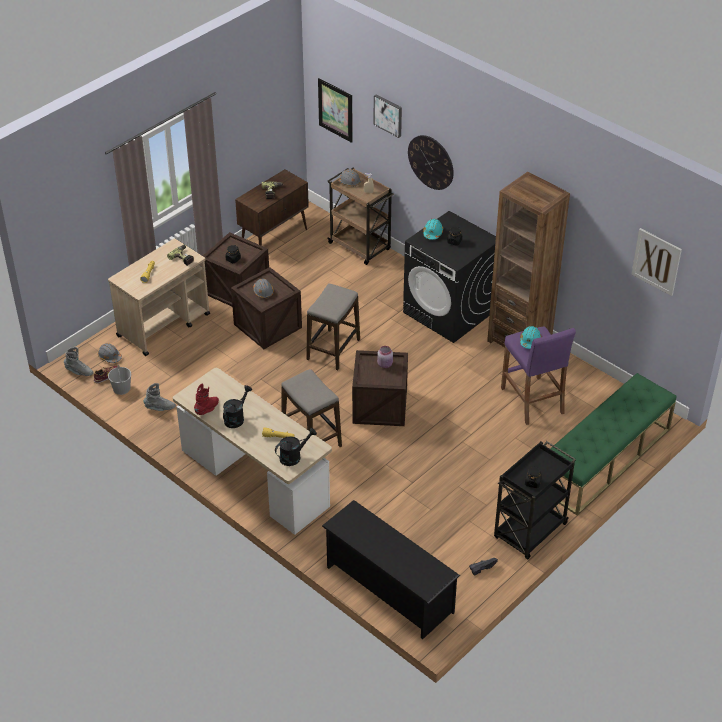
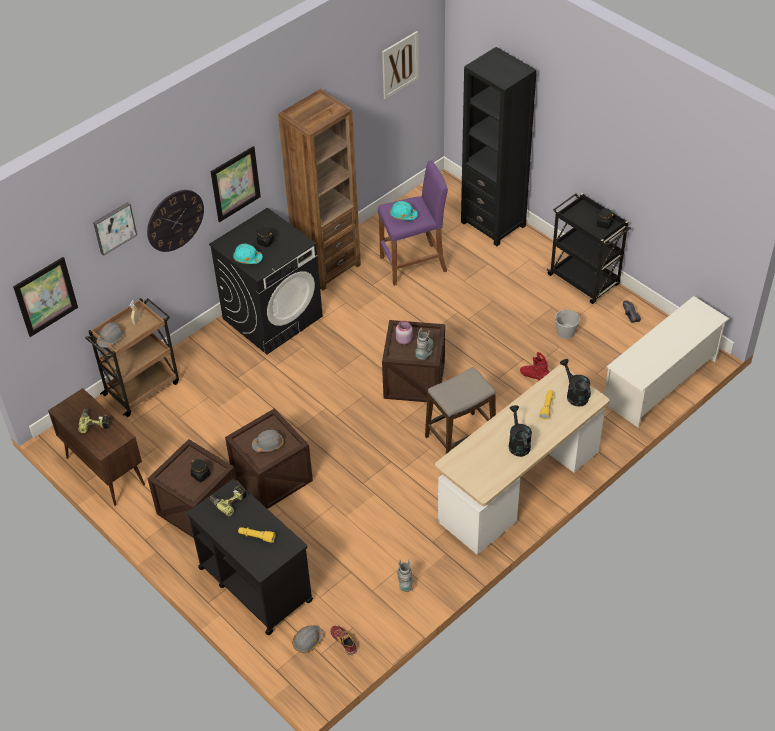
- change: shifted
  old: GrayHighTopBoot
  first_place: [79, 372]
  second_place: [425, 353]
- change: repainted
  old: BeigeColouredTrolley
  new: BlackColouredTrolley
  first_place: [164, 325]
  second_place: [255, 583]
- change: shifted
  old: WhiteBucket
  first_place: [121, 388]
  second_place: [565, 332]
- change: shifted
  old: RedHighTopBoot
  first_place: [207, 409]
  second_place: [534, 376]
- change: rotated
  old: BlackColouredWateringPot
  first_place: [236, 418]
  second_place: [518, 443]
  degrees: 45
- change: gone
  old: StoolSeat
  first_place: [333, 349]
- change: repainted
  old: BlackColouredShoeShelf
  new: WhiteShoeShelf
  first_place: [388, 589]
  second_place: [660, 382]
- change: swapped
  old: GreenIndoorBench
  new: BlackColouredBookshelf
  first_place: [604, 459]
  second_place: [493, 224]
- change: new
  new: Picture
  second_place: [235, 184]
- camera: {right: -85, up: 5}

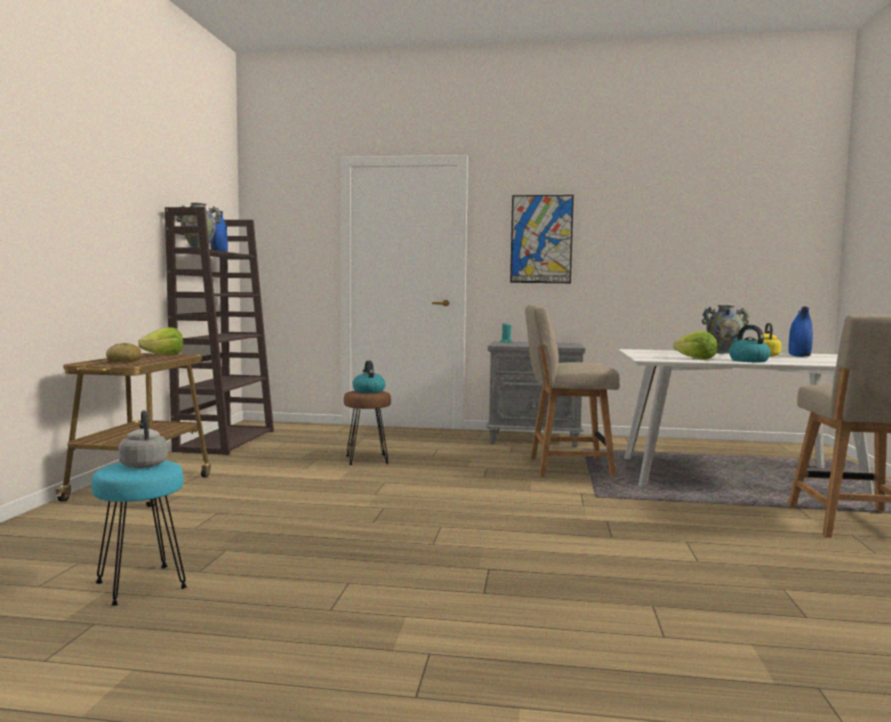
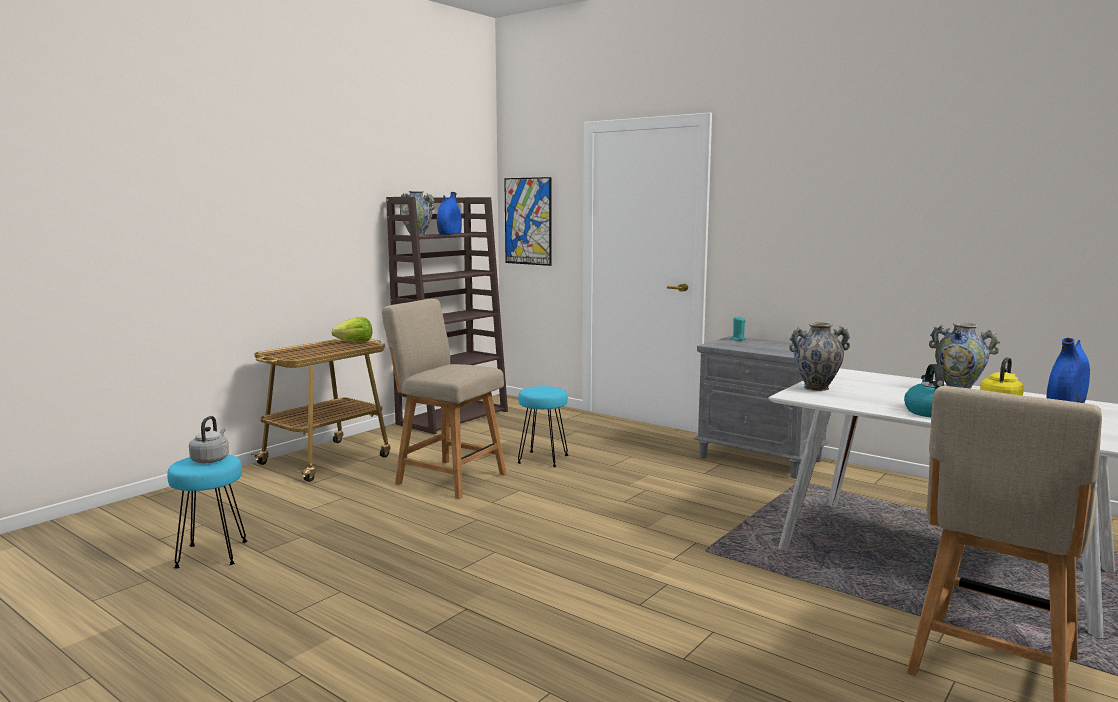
- change: gone
  old: BakeryBread
  first_place: [123, 361]
- change: repainted
  old: BrownColouredStoolSeat
  new: TurquoiseColouredStoolSeat
  first_place: [367, 459]
  second_place: [543, 459]
- change: gone
  old: Kettle
  first_place: [368, 391]
- change: shifted
  old: Picture
  first_place: [541, 239]
  second_place: [528, 221]
- change: shifted
  old: BeigeColouredUprightChair
  first_place: [565, 467]
  second_place: [447, 478]
- change: gone
  old: Lettuce
  first_place: [695, 358]
- change: new
  new: FlowerVase
  second_place: [816, 388]
- camera: {right: 30, up: 5}

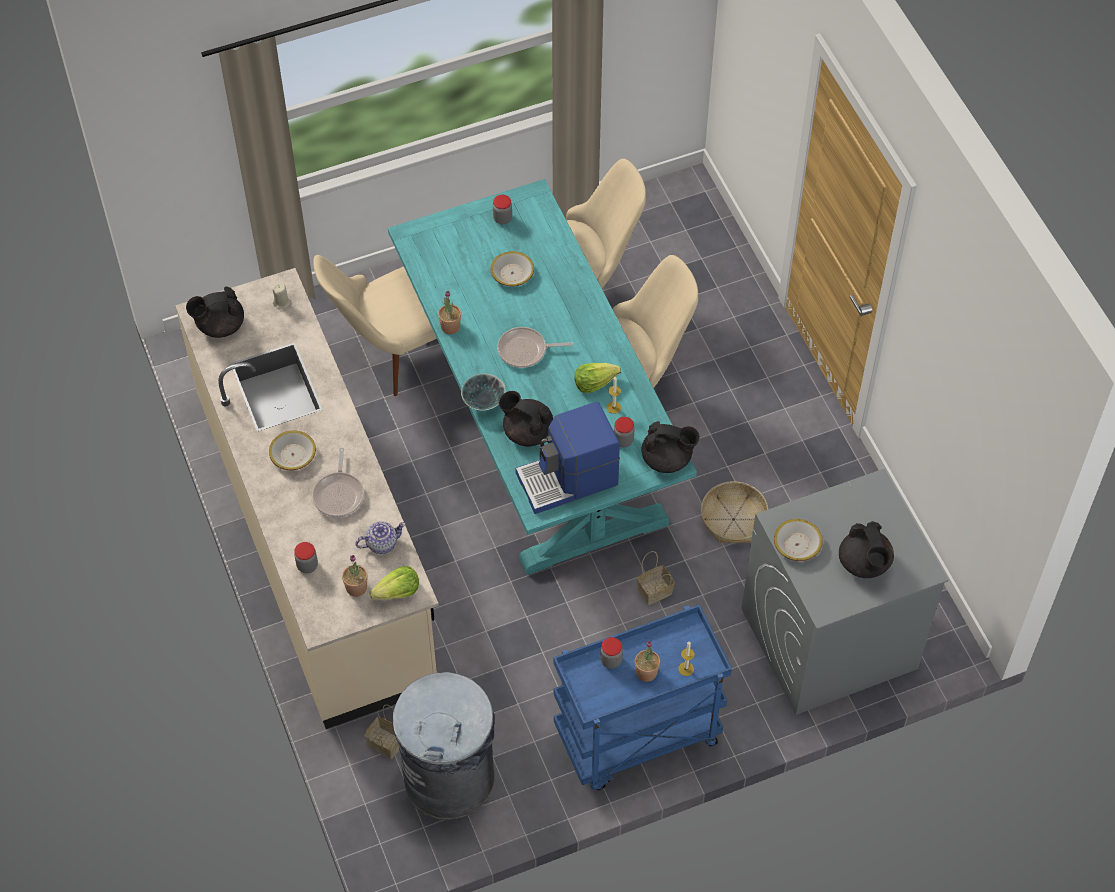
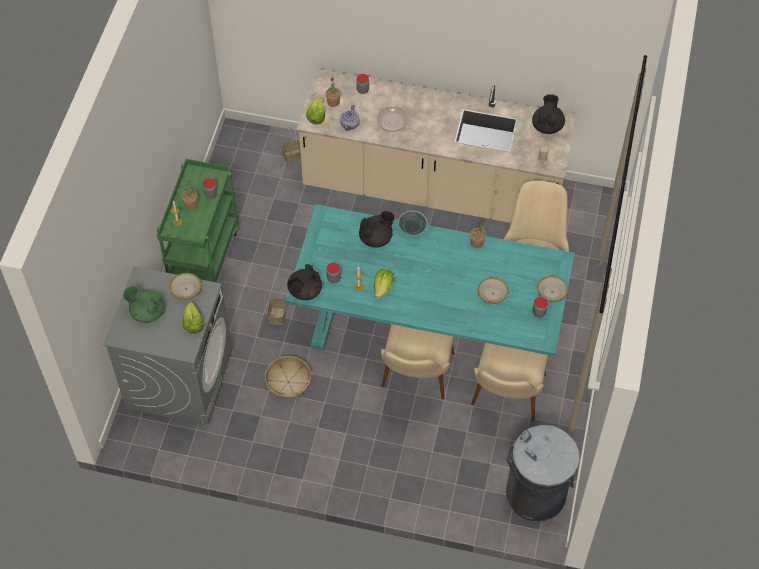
- change: shifted
  old: DeepDish
  first_place: [293, 455]
  second_place: [552, 292]
- change: shifted
  old: GrayTrashCan
  first_place: [450, 778]
  second_place: [536, 494]
- change: gone
  old: Skillet
  first_place: [525, 350]
- change: gone
  old: CoffeeBrewer
  first_place: [568, 480]
- change: repainted
  old: BlueColouredTrolley
  new: GreenTrolley
  first_place: [637, 738]
  second_place: [203, 257]
- change: repainted
  old: BlackColouredPotForTea
  new: GreenPotForTea
  first_place: [864, 563]
  second_place: [147, 312]
- change: new
  new: Lettuce
  second_place: [193, 323]
- camera: {right: 125, up: 0}

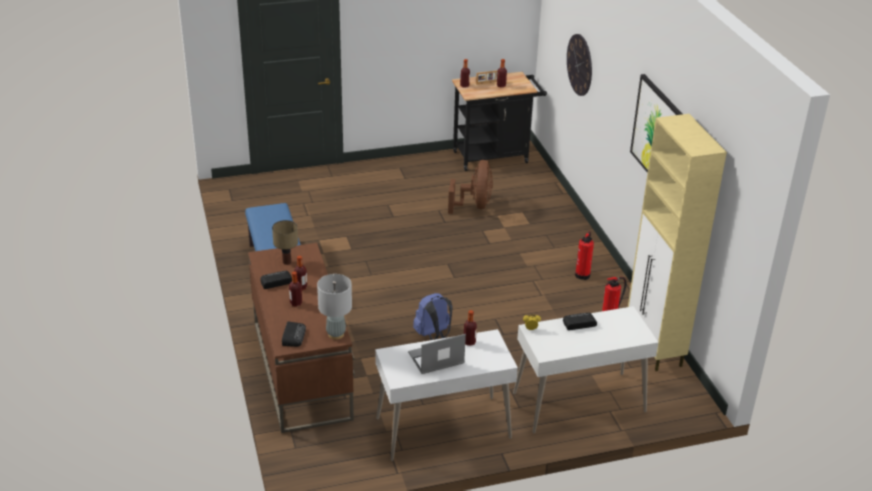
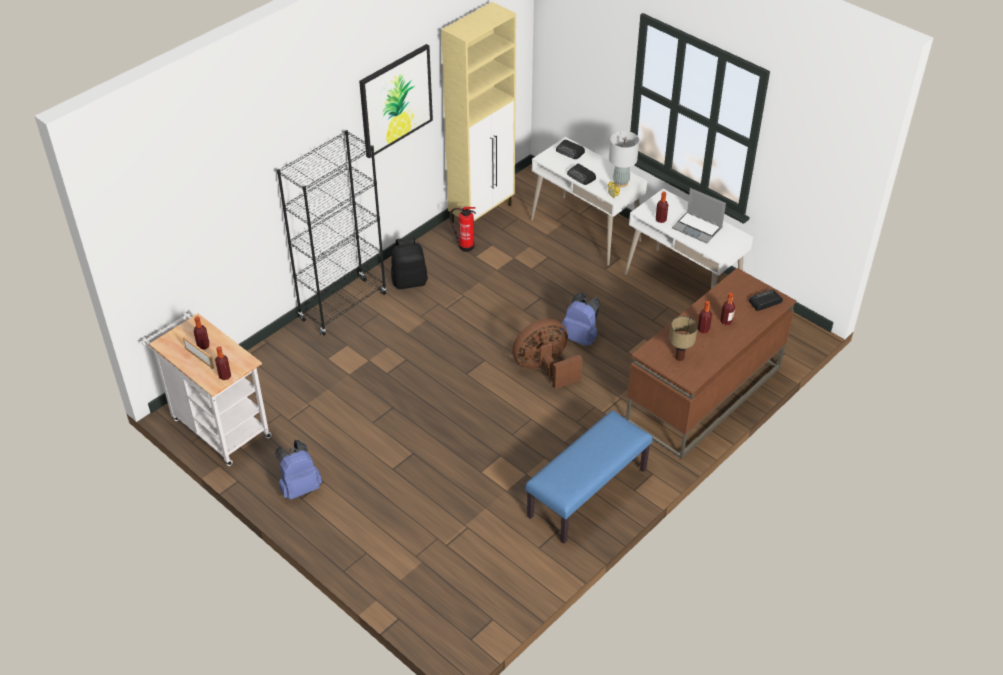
- change: shifted
  old: Radio
  first_place: [276, 282]
  second_place: [570, 152]
- change: shifted
  old: GrayTabletopLamp
  first_place: [336, 334]
  second_place: [620, 183]
- change: shifted
  old: BrownColouredCoolingFan
  first_place: [474, 205]
  second_place: [545, 369]
- change: repainted
  old: BlackColouredTrolley
  new: WhiteTrolley
  first_place: [495, 156]
  second_place: [217, 425]
- change: gone
  old: HangingClock
  first_place: [579, 64]
- change: swapped
  old: FireExtinguisher
  new: BlackColouredBackpack
  first_place: [583, 274]
  second_place: [410, 281]
- change: new
  new: BlueColouredBackpack
  second_place: [299, 487]
- change: new
  new: BlackColouredBookshelf
  second_place: [343, 306]
- camera: {right: -120, up: 10}

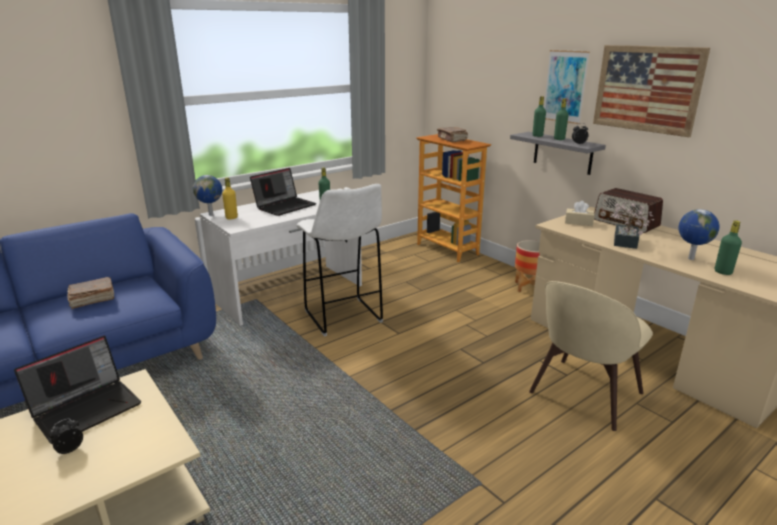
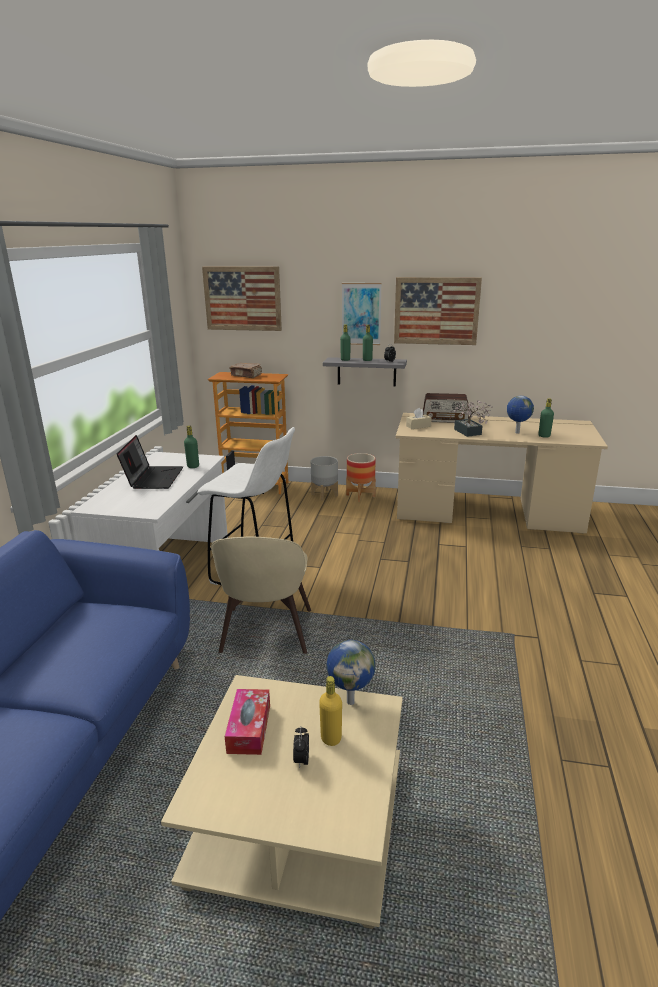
- change: swapped
  old: Laptop
  new: TissueHolder
  first_place: [87, 408]
  second_place: [249, 728]
- change: gone
  old: BrownColouredVolume
  first_place: [92, 300]
- change: shifted
  old: WorldGlobe
  first_place: [211, 214]
  second_place: [351, 701]
- change: shifted
  old: YellowishBottle
  first_place: [231, 217]
  second_place: [331, 738]
- change: shifted
  old: BeigeColouredUprightChair
  first_place: [583, 395]
  second_place: [266, 633]
- change: new
  new: Picture
  second_place: [242, 298]
- change: new
  new: GrayFlowerPot
  second_place: [324, 495]
- camera: {right: -40, up: 0}

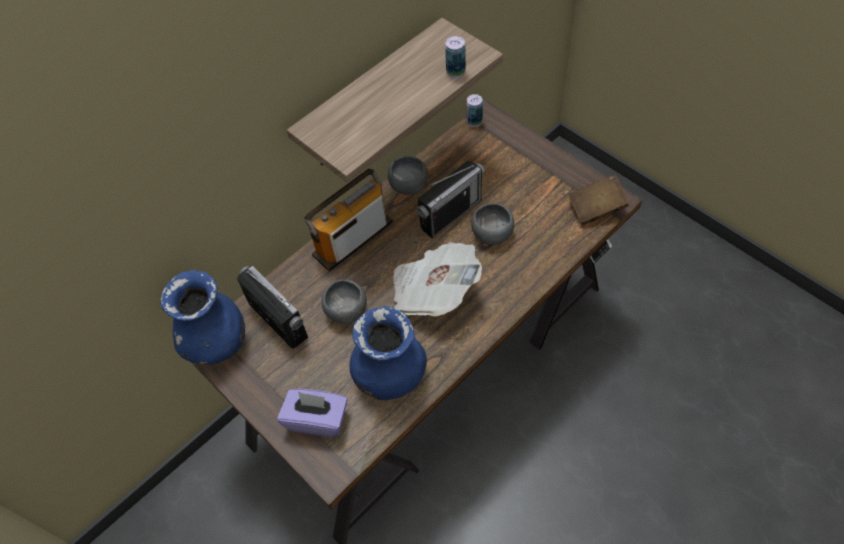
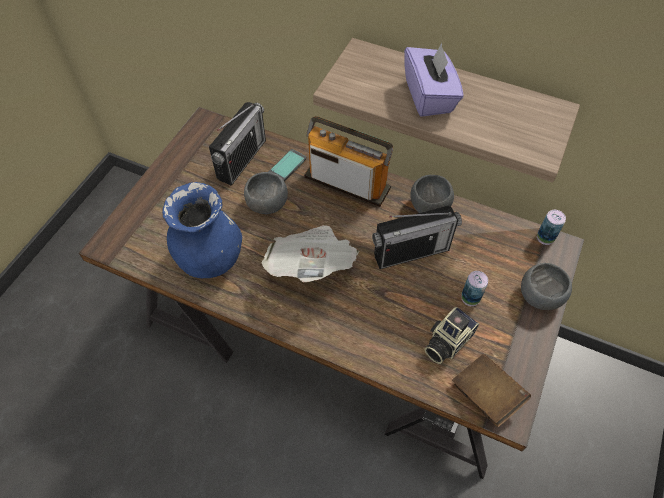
- change: gone
  old: BlueColouredFlowerVase
  first_place: [217, 342]
- change: shifted
  old: PurpleColouredTissueHolder
  first_place: [317, 419]
  second_place: [429, 96]
- change: rotated
  old: Radio
  first_place: [451, 214]
  second_place: [411, 252]
  degrees: -45
- change: shifted
  old: MetalCan
  first_place: [455, 72]
  second_place: [470, 298]
- change: shifted
  old: GrayDeepDish
  first_place: [492, 233]
  second_place: [541, 296]
- change: new
  new: Phone
  second_place: [287, 166]
- change: new
  new: PhotoCamera
  second_place: [446, 341]
- camera: {right: 65, up: 0}

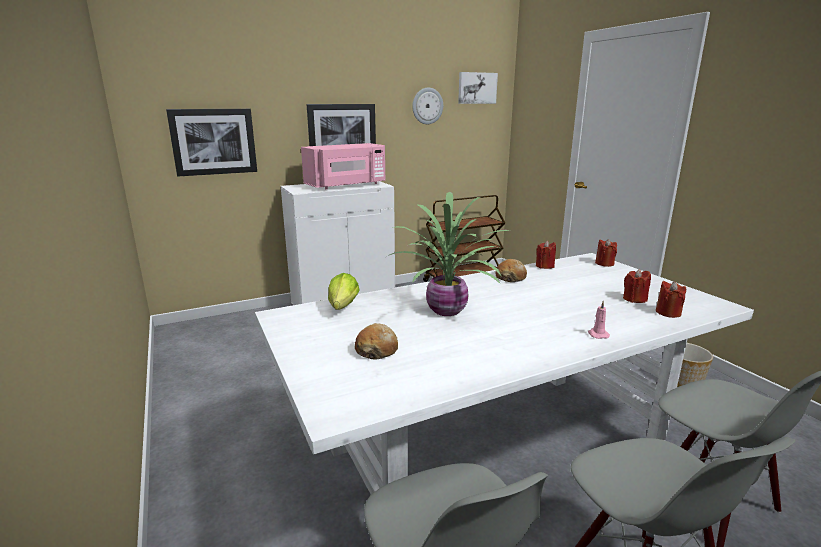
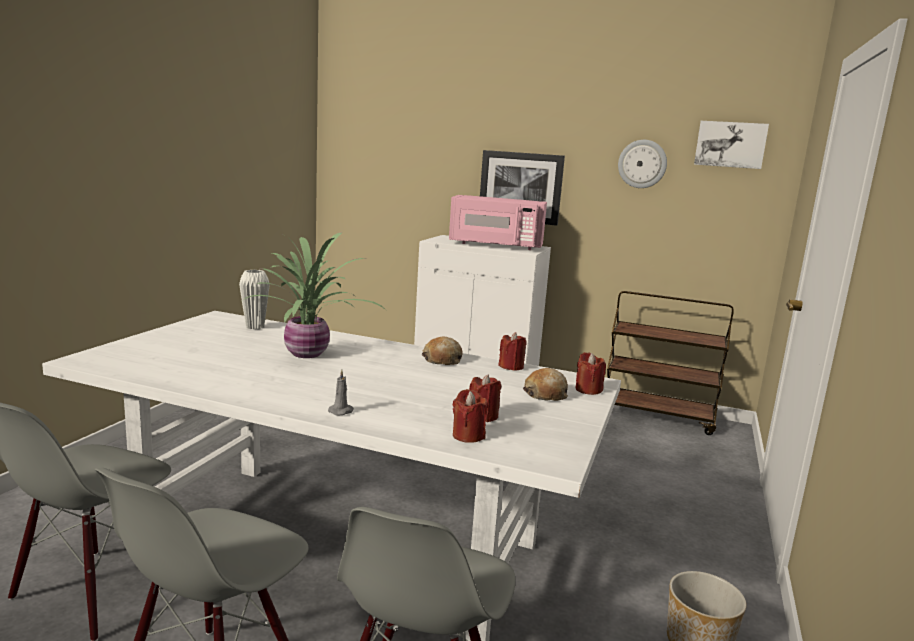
- change: gone
  old: Picture
  first_place: [214, 141]
- change: swapped
  old: Lettuce
  new: WhiteFlowerVase
  first_place: [341, 309]
  second_place: [255, 327]
- change: shifted
  old: BakeryBread
  first_place: [377, 350]
  second_place: [546, 394]
- change: repainted
  old: PinkColouredWaxCandle
  new: GrayWaxCandle
  first_place: [597, 334]
  second_place: [341, 411]
- camera: {right: 45, up: -5}

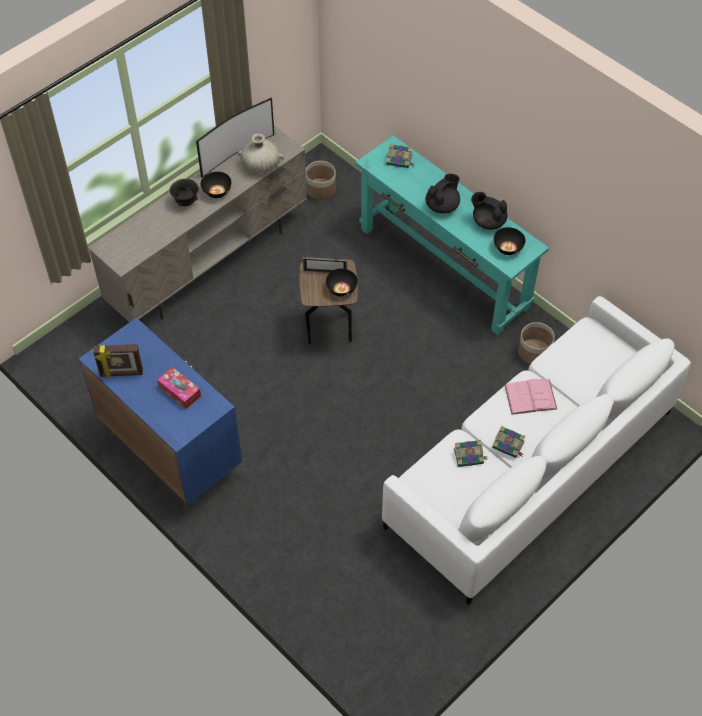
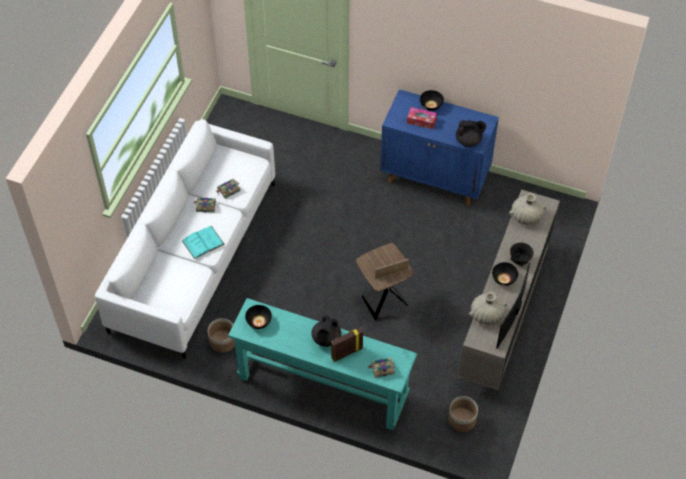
- change: shifted
  old: PictureFrame
  first_place: [121, 373]
  second_place: [346, 352]
- change: shifted
  old: BlackColouredDeepDish
  first_place: [341, 289]
  second_place: [431, 105]
- change: shifted
  old: BlackColouredPotForTea
  first_place: [488, 221]
  second_place: [469, 140]
- change: repainted
  old: PinkColouredVolume
  new: TurquoiseColouredVolume
  first_place: [530, 397]
  second_place: [203, 242]
- change: new
  new: BeigeColouredFlowerVase
  second_place: [526, 216]
- camera: {right: 155, up: 0}

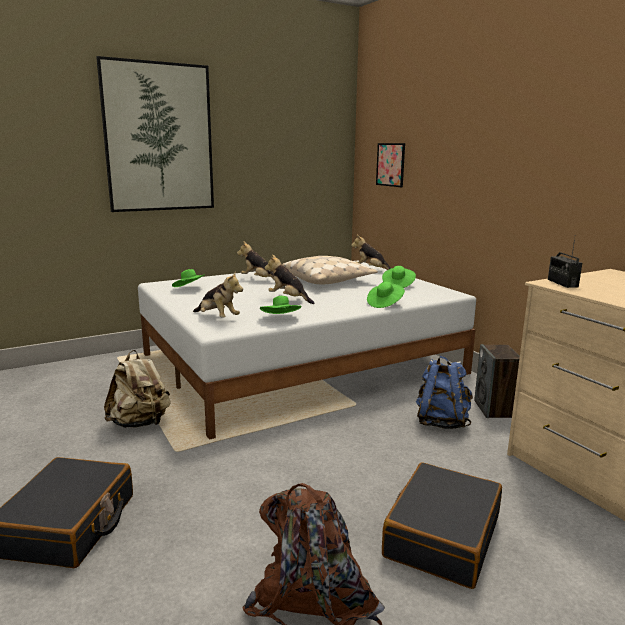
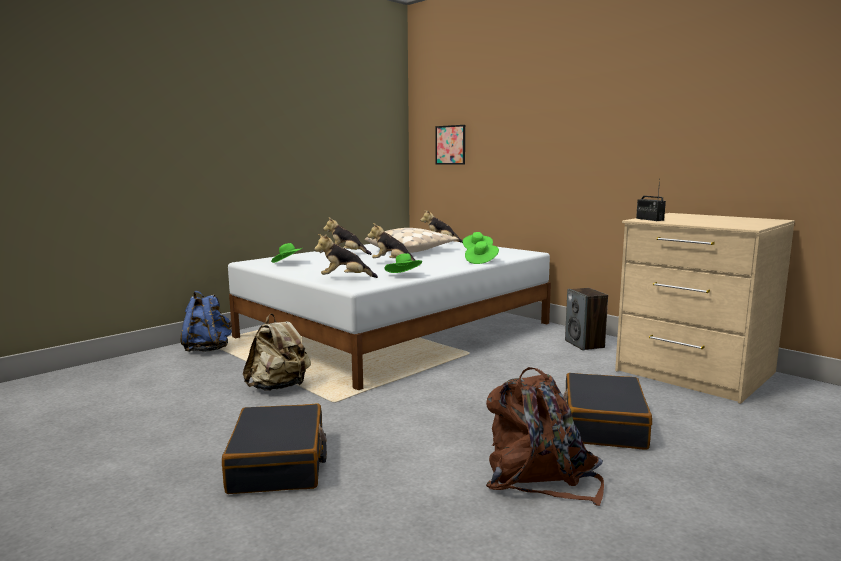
- change: gone
  old: Picture
  first_place: [159, 138]
- change: rotated
  old: CuddlyToy
  first_place: [217, 318]
  second_place: [345, 279]
  degrees: 150
- change: shifted
  old: BlueColouredBackpack
  first_place: [441, 422]
  second_place: [208, 349]
- camera: {right: -15, up: -5}

